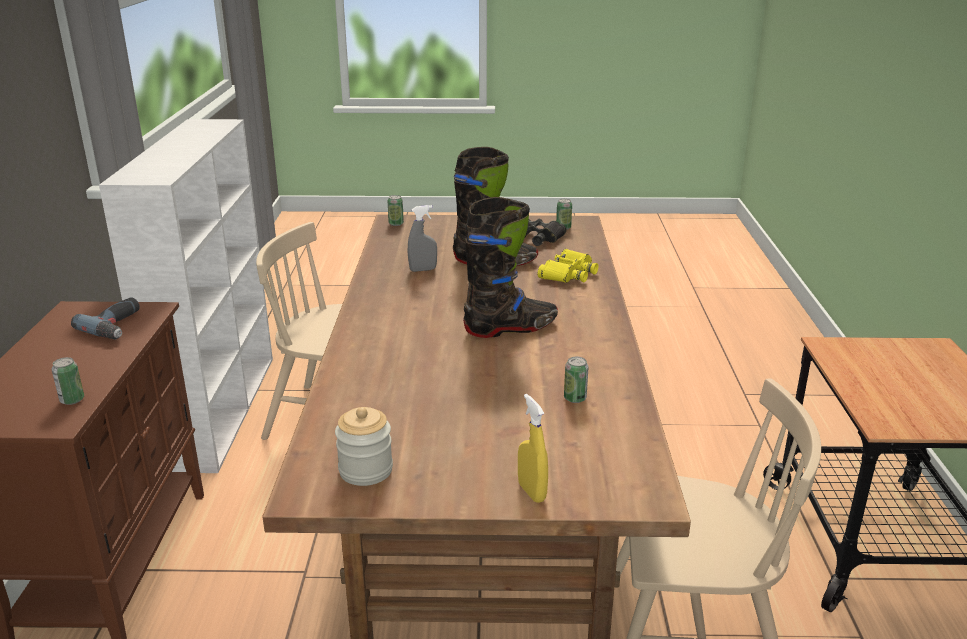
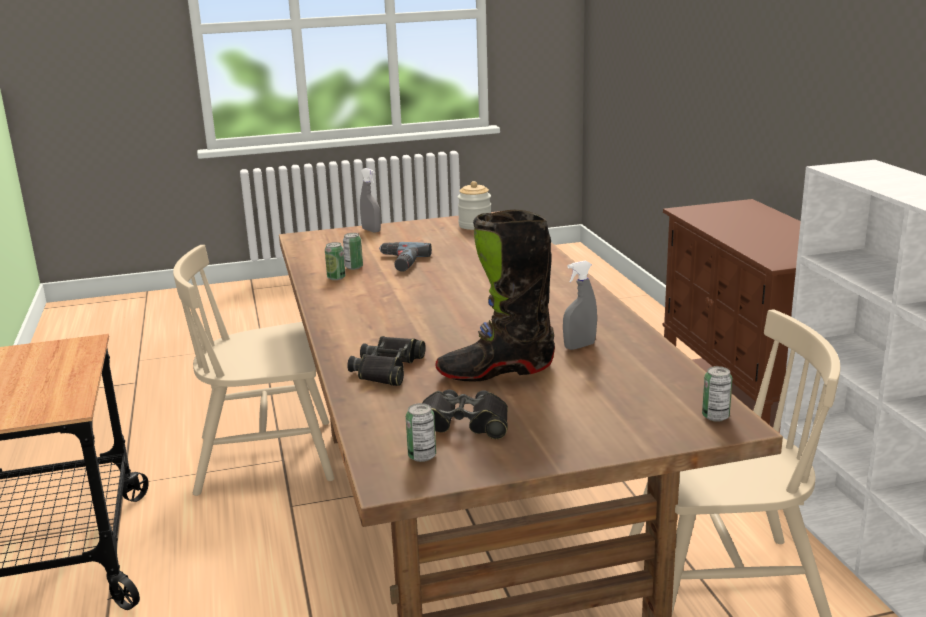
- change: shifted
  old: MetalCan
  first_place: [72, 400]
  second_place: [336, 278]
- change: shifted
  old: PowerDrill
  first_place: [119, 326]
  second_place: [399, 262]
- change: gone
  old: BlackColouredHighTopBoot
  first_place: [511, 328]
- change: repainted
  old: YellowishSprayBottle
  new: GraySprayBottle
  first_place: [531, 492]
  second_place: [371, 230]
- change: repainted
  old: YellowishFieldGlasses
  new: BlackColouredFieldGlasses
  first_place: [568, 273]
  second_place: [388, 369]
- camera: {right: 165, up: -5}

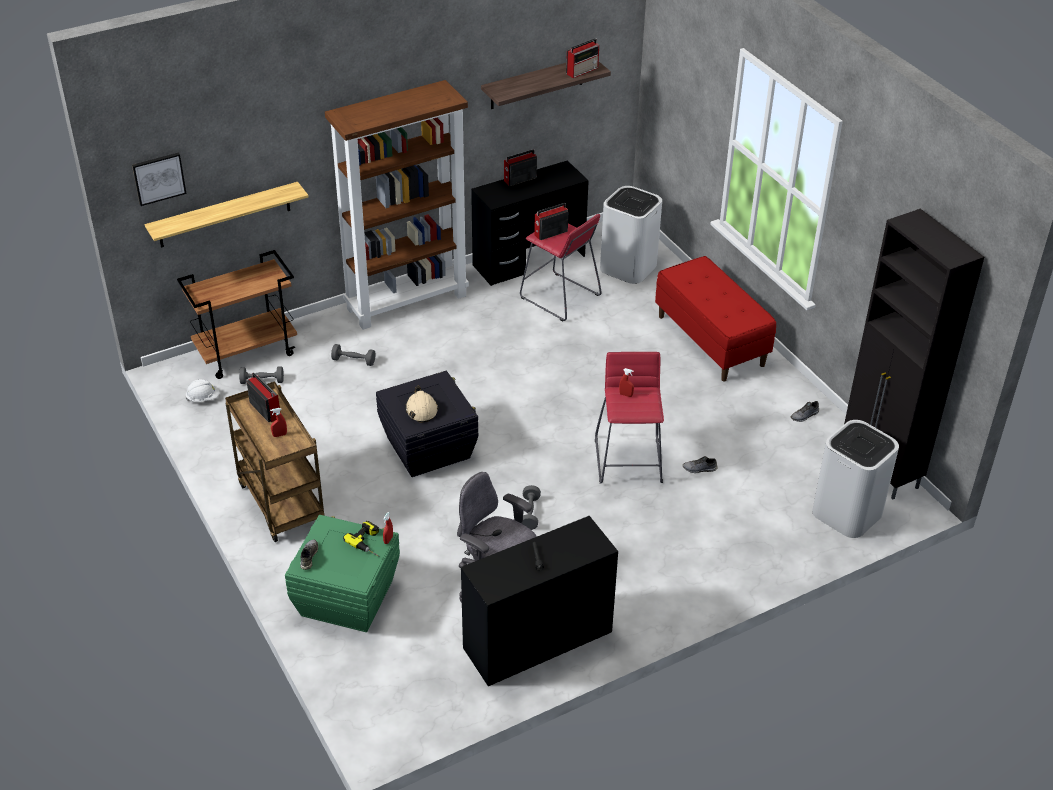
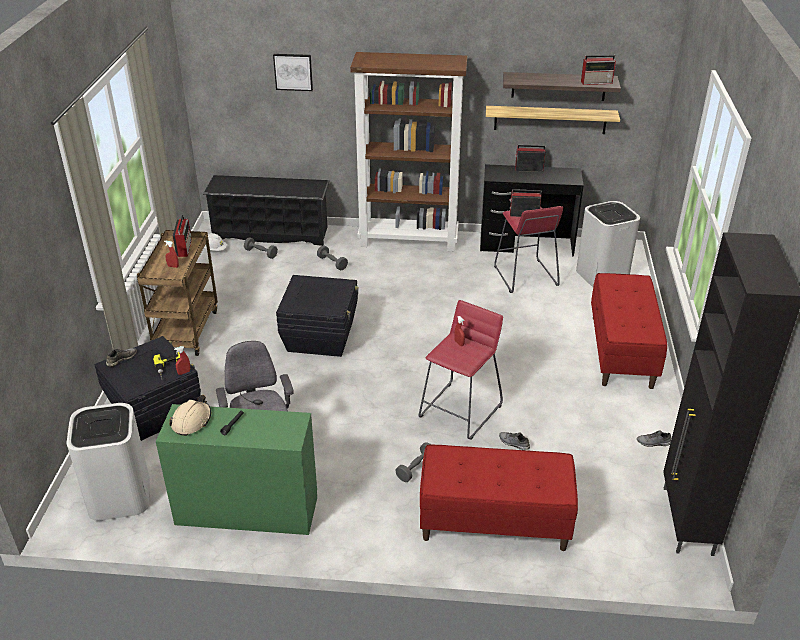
- change: shifted
  old: Picture
  first_place: [158, 178]
  second_place: [293, 72]
- change: shifted
  old: Shelf
  first_place: [224, 215]
  second_place: [550, 119]
- change: swapped
  old: BrownColouredTrolley
  new: BlackColouredShoeShelf
  first_place: [247, 352]
  second_place: [271, 233]
- change: repainted
  old: GreenStorageContainer
  new: BlackColouredStorageContainer
  first_place: [346, 597]
  second_place: [155, 410]
- change: shifted
  old: BeigeColouredSafetyHelmet
  first_place: [421, 409]
  second_place: [191, 421]
- change: repainted
  old: BlackColouredDesk
  new: GreenDesk
  first_place: [538, 640]
  second_place: [246, 510]
- change: shifted
  old: GrayFreeWeight
  first_place: [530, 513]
  second_place: [416, 468]
- change: shifted
  old: WhiteTrashCan
  first_place: [846, 513]
  second_place: [119, 496]
- change: new
  new: RedIndoorBench
  second_place: [494, 522]
- camera: {right: 35, up: -5}

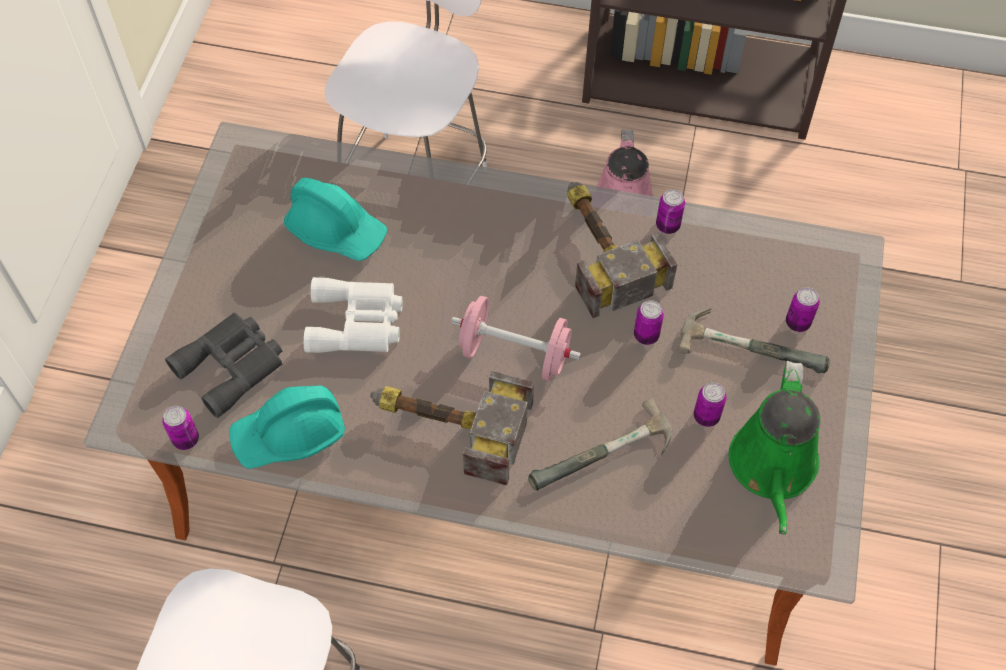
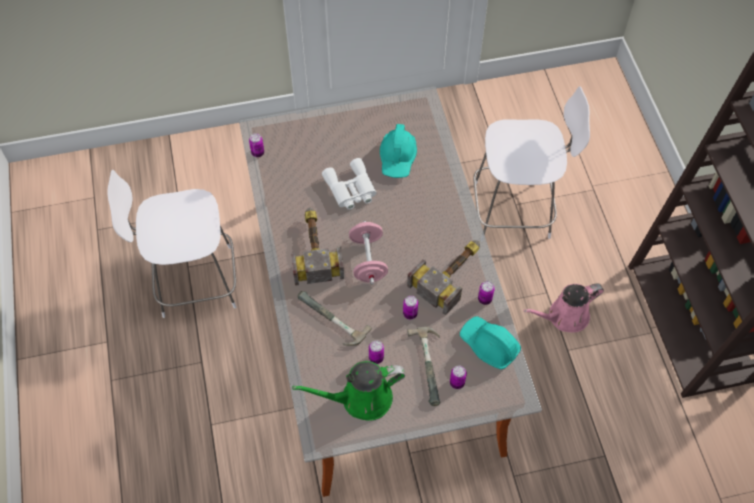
- change: gone
  old: GrayFieldGlasses
  first_place: [233, 365]
- change: shifted
  old: TurquoiseColouredSafetyHelmet
  first_place: [290, 434]
  second_place: [489, 345]
- camera: {right: 65, up: 0}

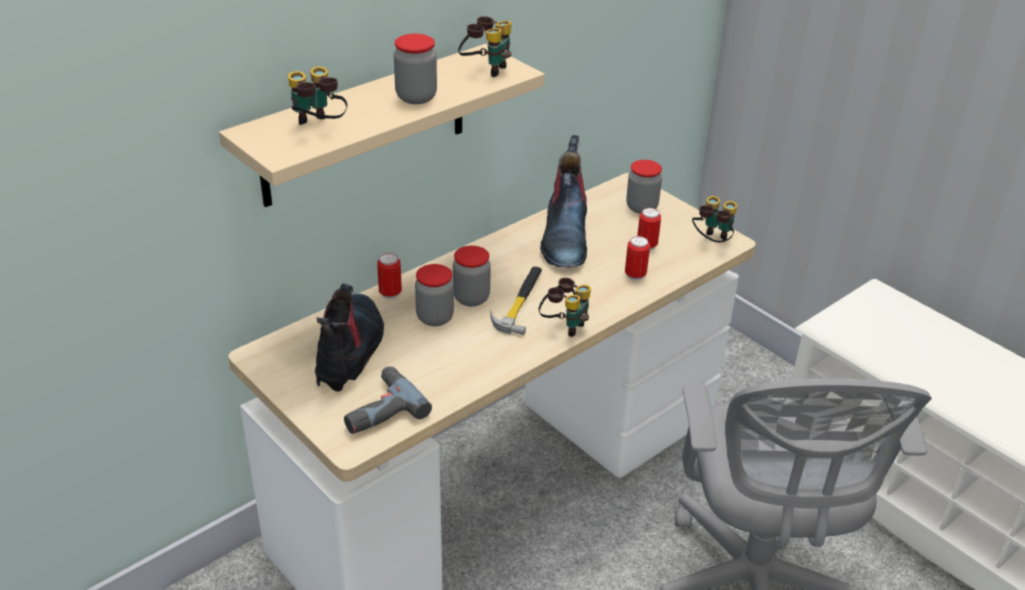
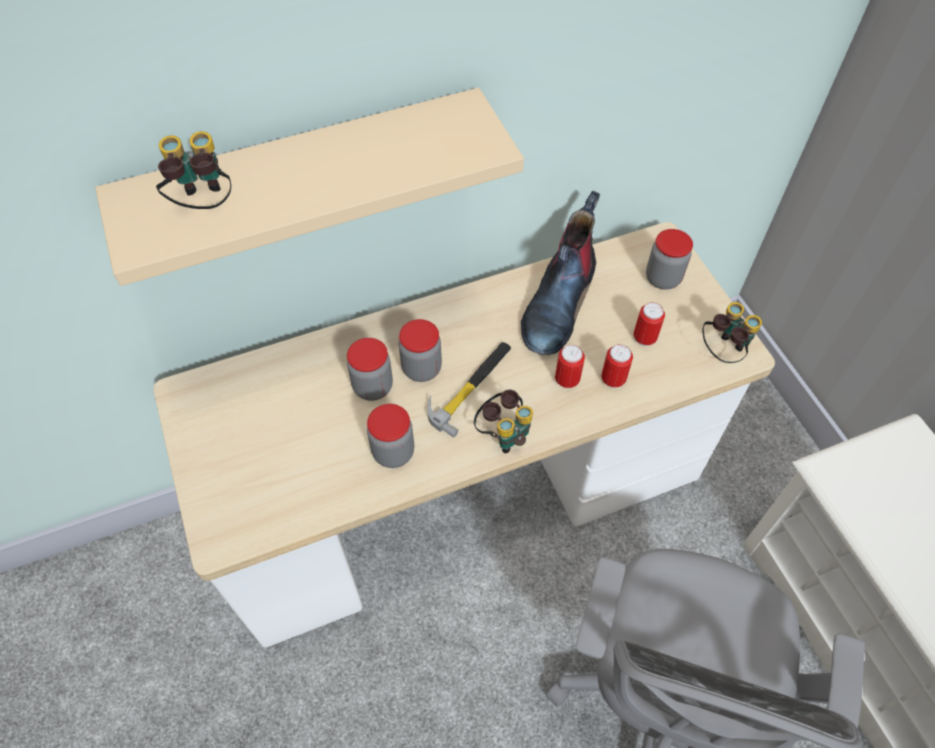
- change: gone
  old: HighTopBoot
  first_place: [350, 351]
- change: gone
  old: PowerDrill
  first_place: [378, 408]
- change: shifted
  old: MetalCan
  first_place: [390, 293]
  second_place: [567, 380]
- change: shifted
  old: PreserveJar
  first_place: [416, 97]
  second_place: [393, 452]
- change: gone
  old: FieldGlasses
  first_place: [486, 69]
- camera: {right: 20, up: 20}

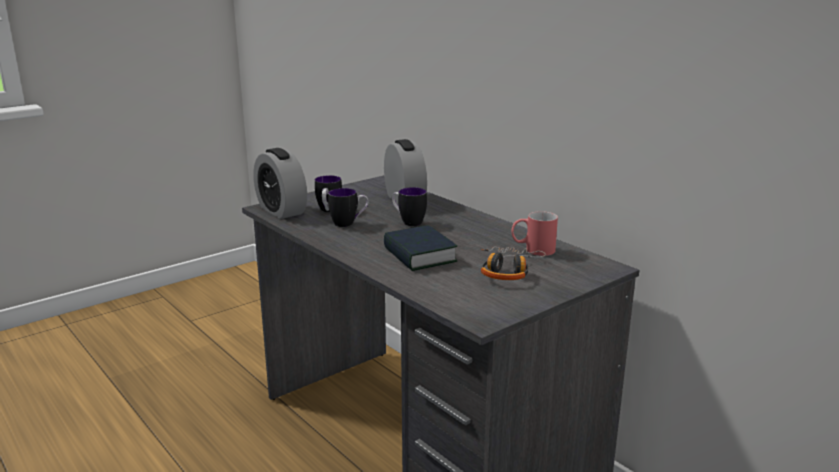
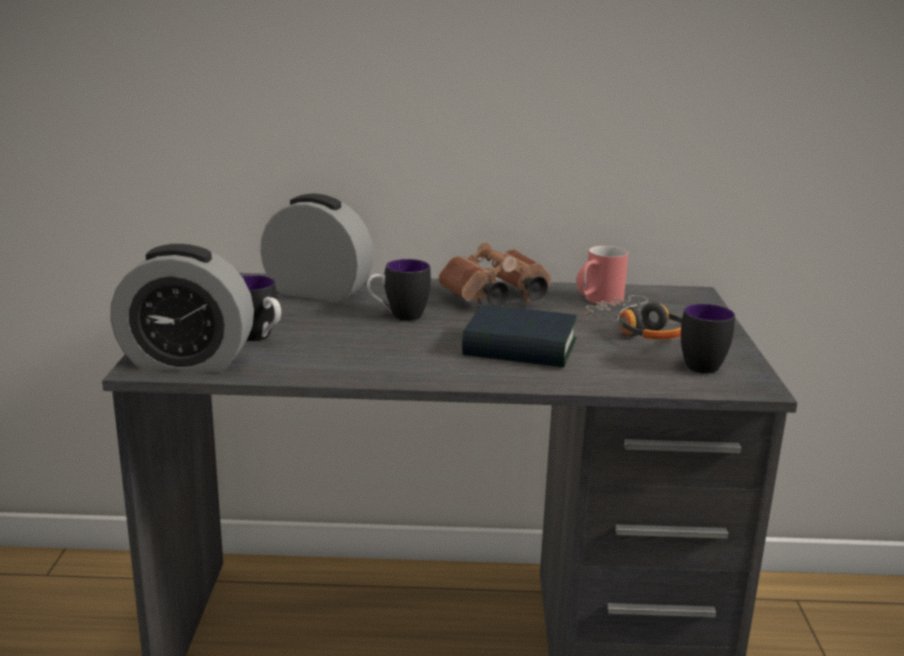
- change: shifted
  old: Mug
  first_place: [349, 223]
  second_place: [704, 364]
- change: new
  new: BrownColouredFieldGlasses
  second_place: [494, 299]
- camera: {right: -50, up: 0}

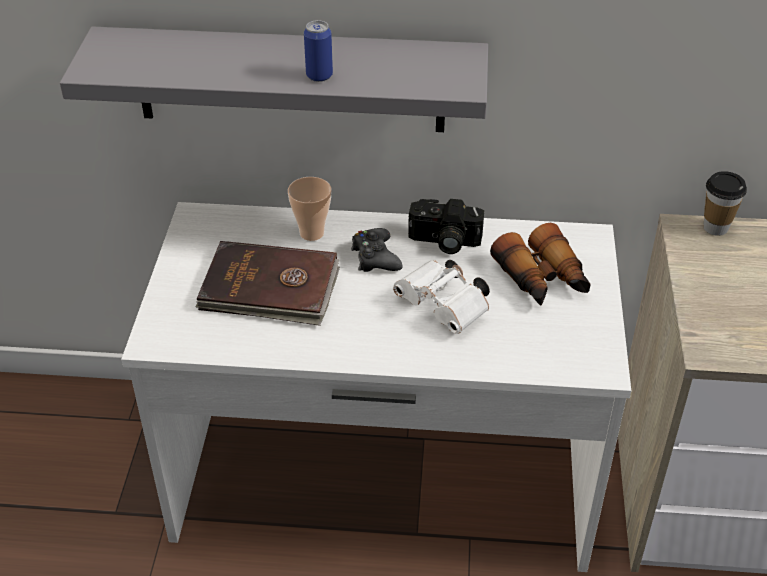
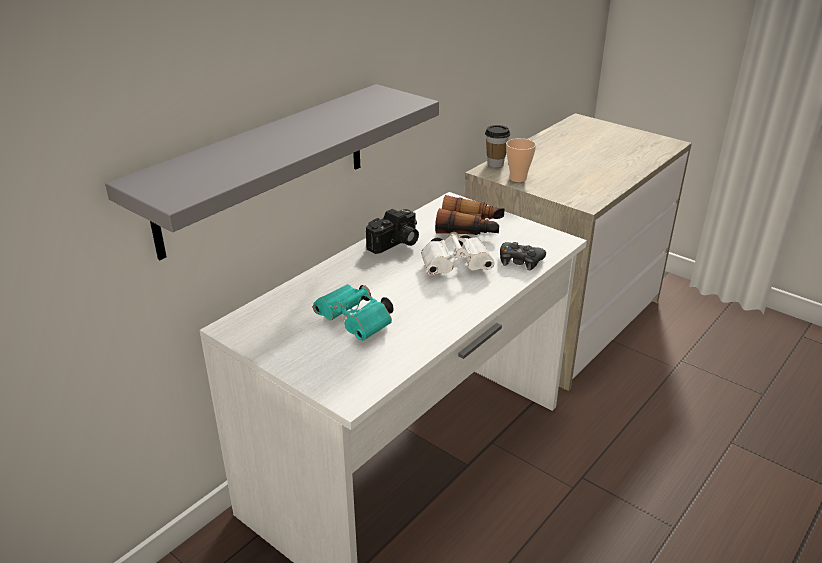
- change: swapped
  old: BrownColouredVolume
  new: TurquoiseColouredFieldGlasses
  first_place: [270, 288]
  second_place: [357, 324]
- change: shifted
  old: Cup
  first_place: [312, 233]
  second_place: [518, 178]
- change: gone
  old: MetalCan
  first_place: [319, 76]
- change: shifted
  old: BlackColouredGameController
  first_place: [375, 257]
  second_place: [520, 261]
- camera: {right: -55, up: -10}

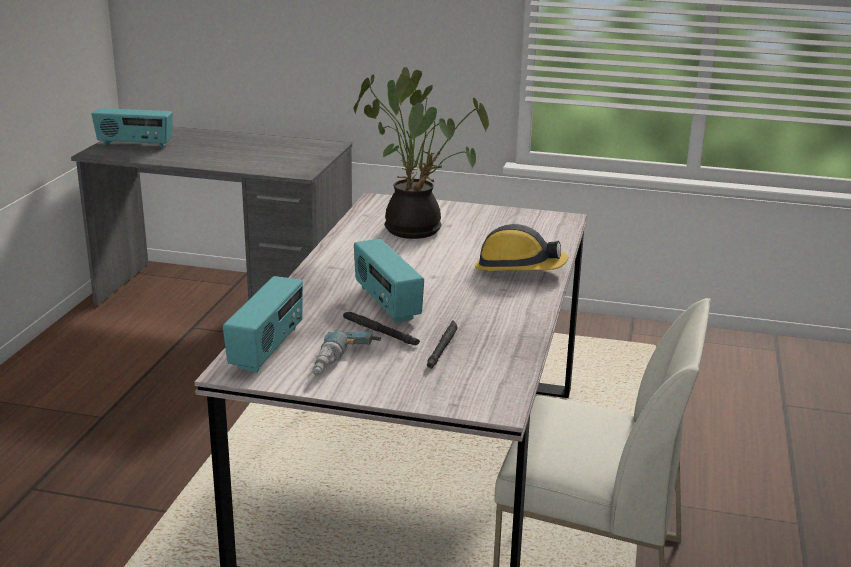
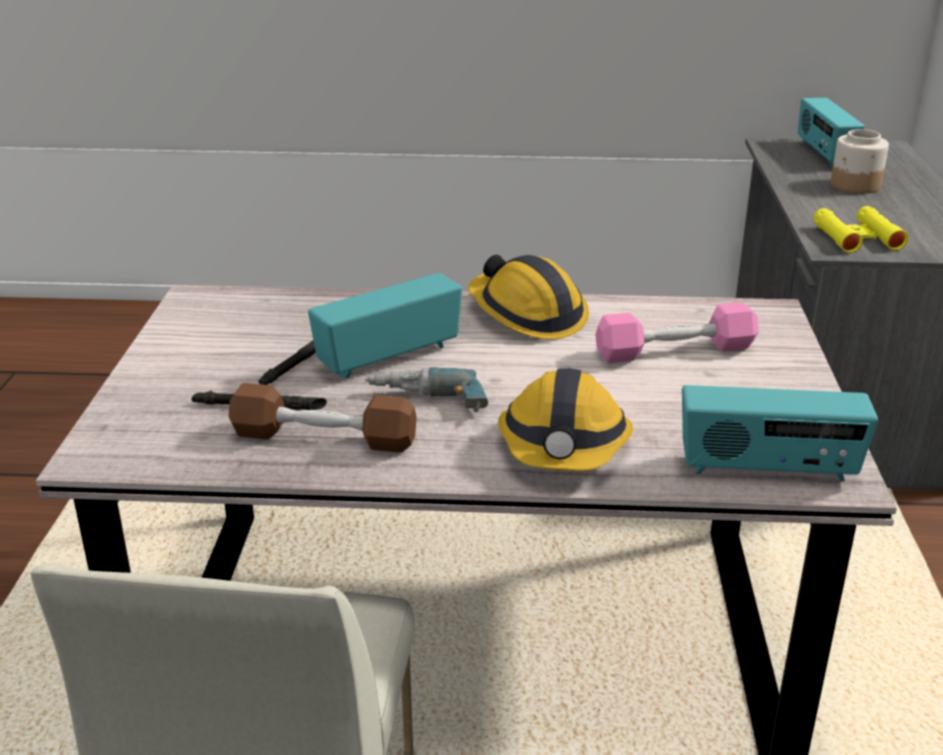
- change: shifted
  old: Radio
  first_place: [268, 349]
  second_place: [767, 469]
- change: shifted
  old: PowerDrill
  first_place: [345, 363]
  second_place: [425, 404]
- change: swapped
  old: PlantInAPot
  new: PinkColouredFreeWeight
  first_place: [417, 228]
  second_place: [674, 350]
- change: new
  new: BrownColouredFreeWeight
  second_place: [323, 438]
- change: new
  new: SafetyHelmet
  second_place: [527, 315]
- change: new
  new: YellowishFieldGlasses
  second_place: [857, 238]
- change: new
  new: PreserveJar
  second_place: [855, 186]
- camera: {right: 80, up: 5}

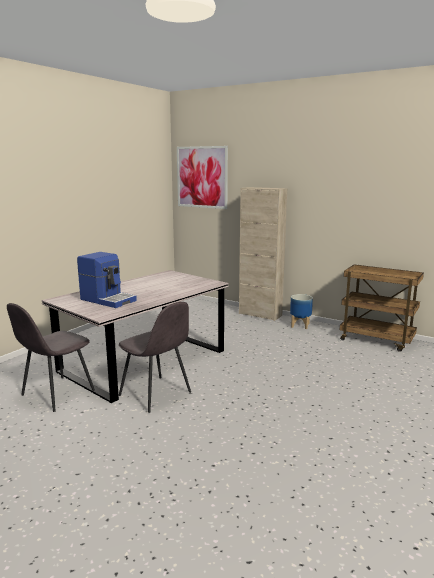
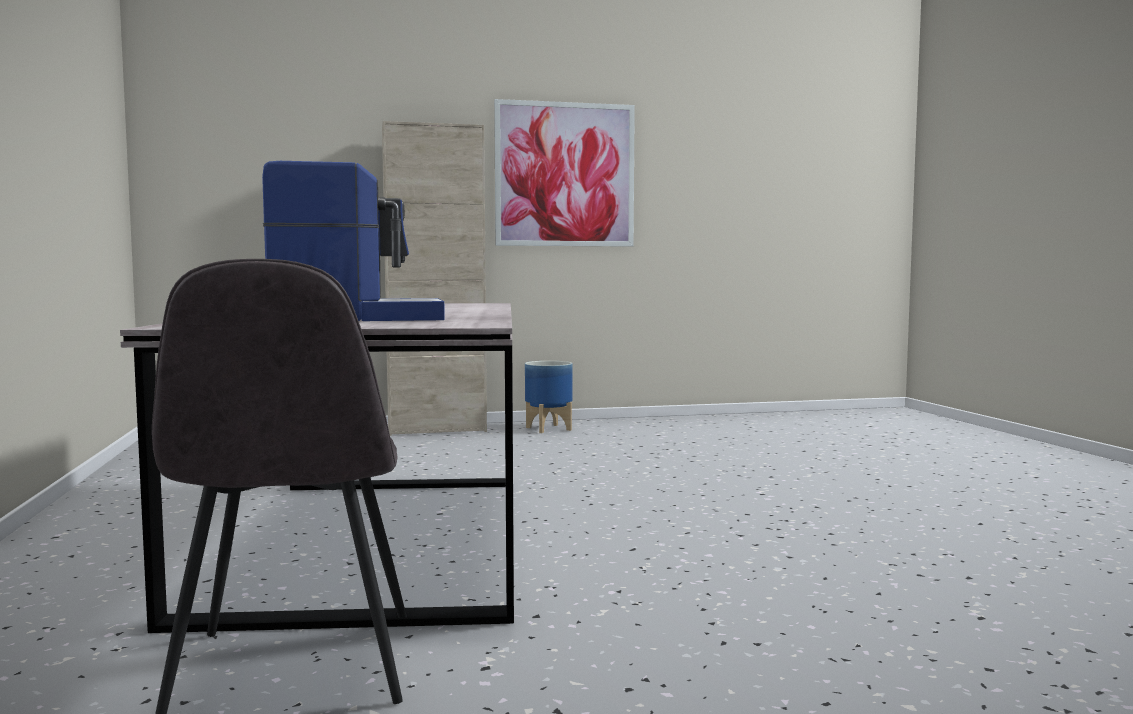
- change: gone
  old: GrayUprightChair
  first_place: [156, 394]
- change: shifted
  old: Picture
  first_place: [202, 177]
  second_place: [565, 175]
- change: gone
  old: BrownColouredTrolley
  first_place: [377, 340]
- camera: {right: -45, up: -10}

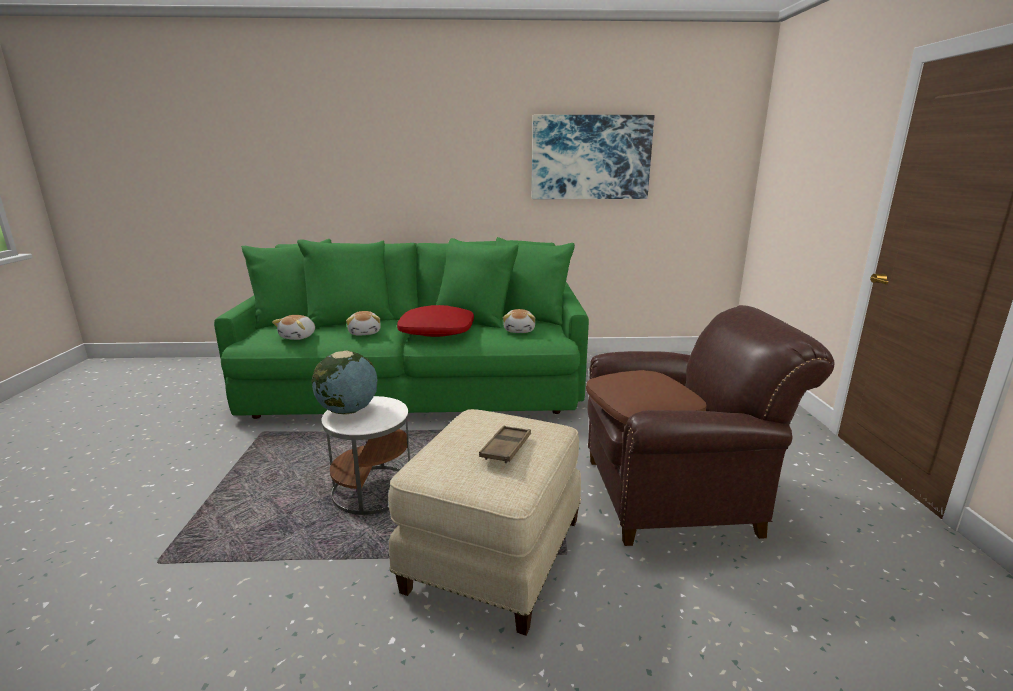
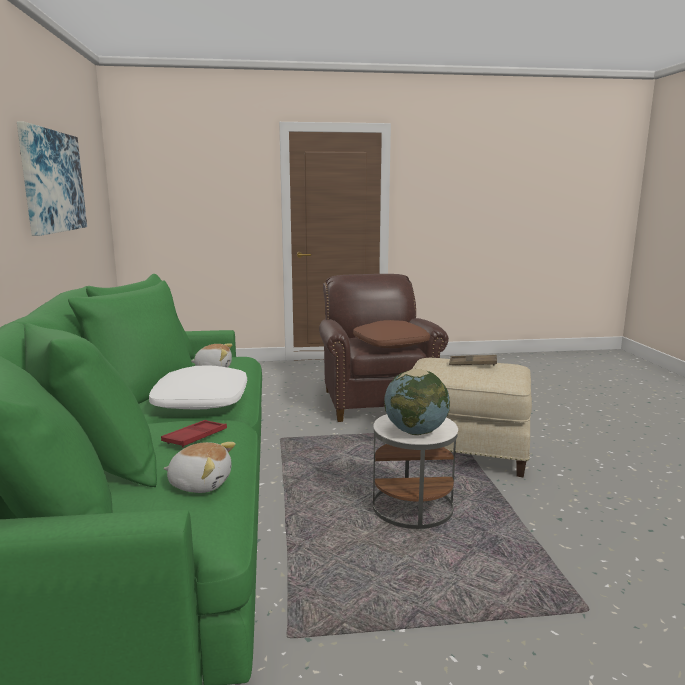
- change: swapped
  old: CuddlyToy
  new: RedTray
  first_place: [365, 332]
  second_place: [195, 437]
- change: repainted
  old: RedCushion
  new: WhiteCushion
  first_place: [437, 331]
  second_place: [200, 400]
- camera: {right: -95, up: -5}

